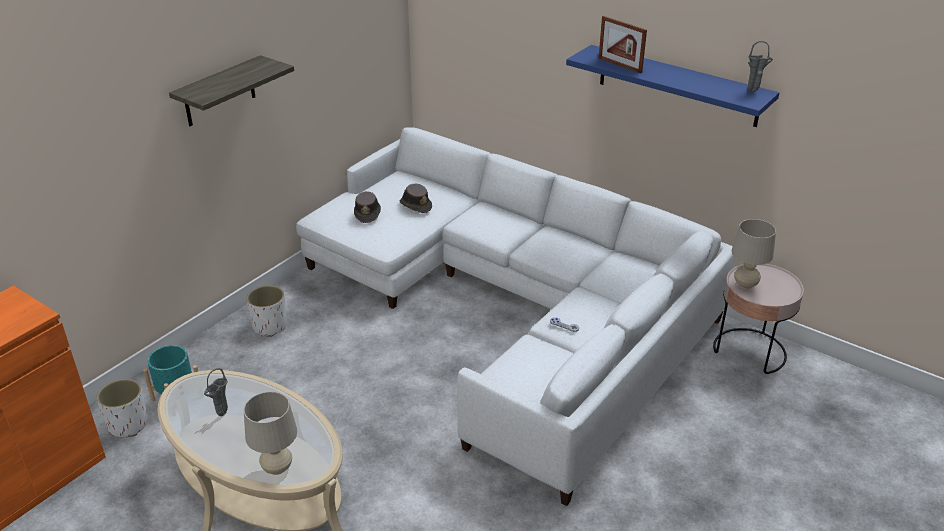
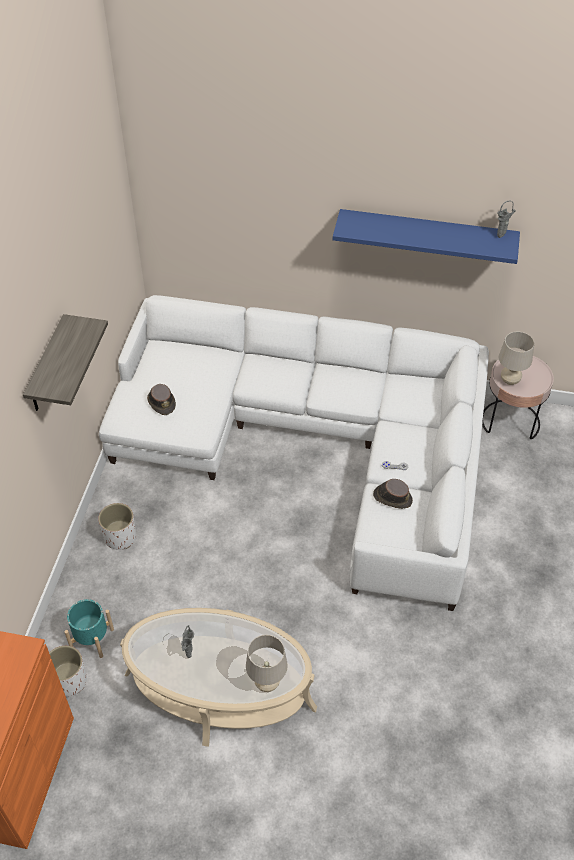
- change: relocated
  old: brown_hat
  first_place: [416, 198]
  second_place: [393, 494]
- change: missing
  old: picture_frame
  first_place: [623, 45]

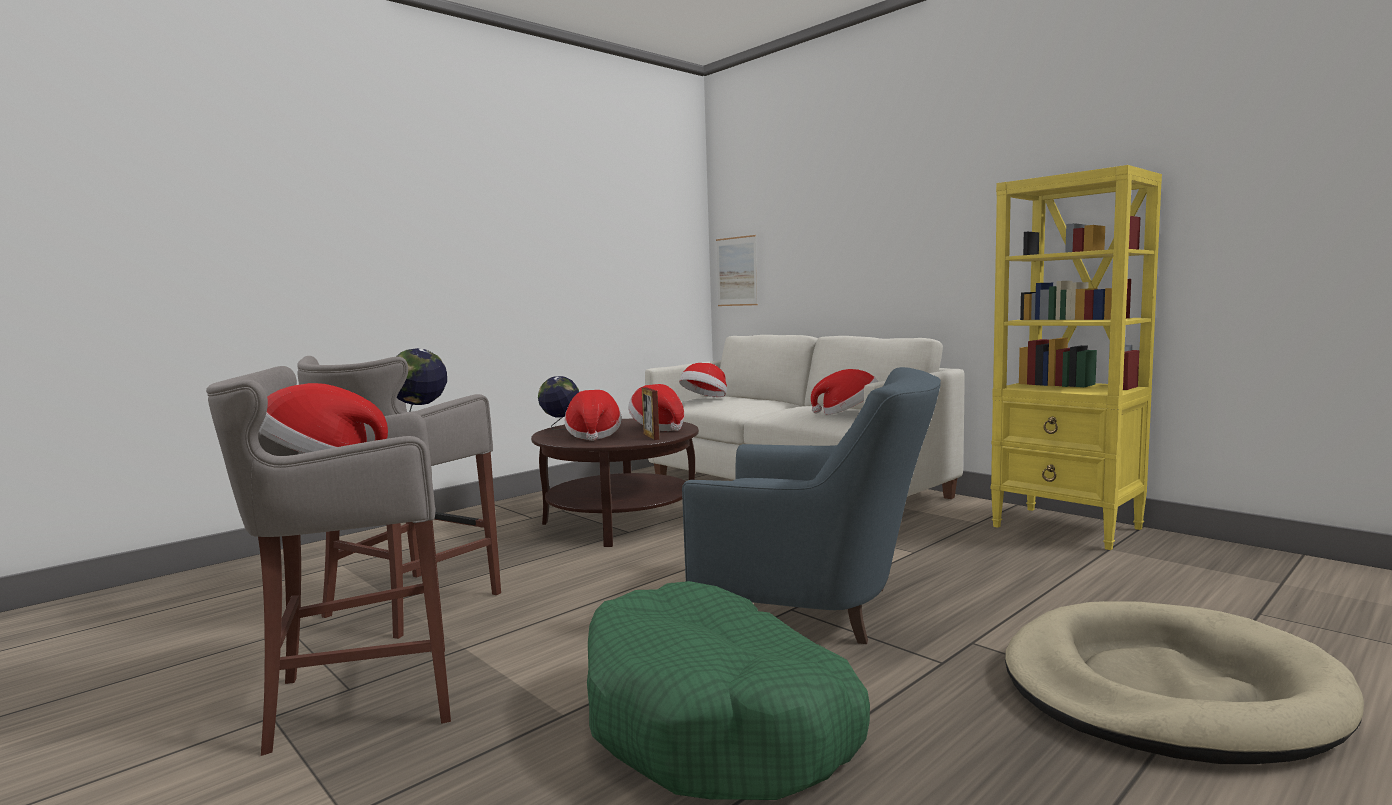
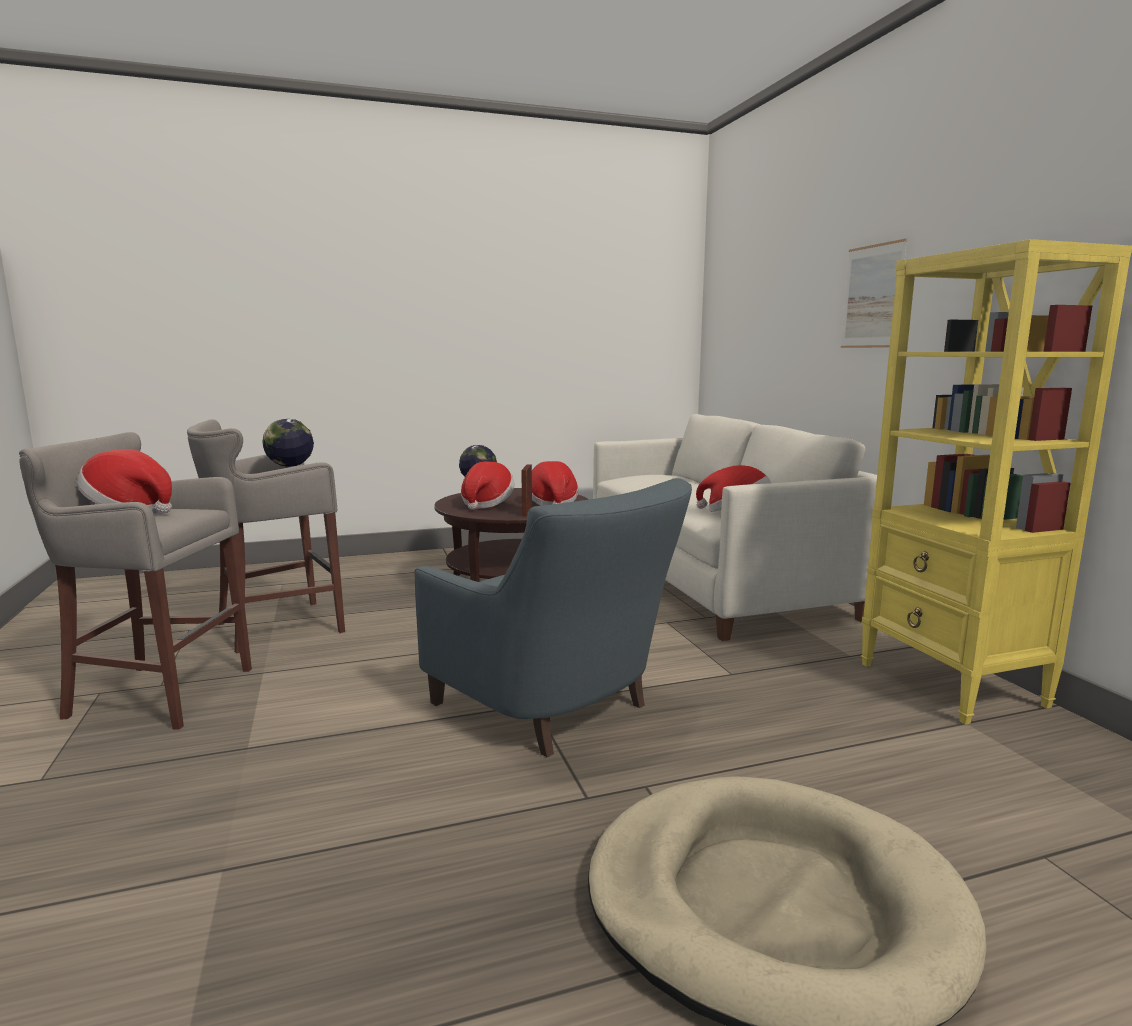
- change: relocated
  old: picture
  first_place: [737, 270]
  second_place: [874, 293]
- change: missing
  old: green_dog_bed
  first_place: [728, 690]
- change: missing
  old: hat
  first_place: [703, 380]

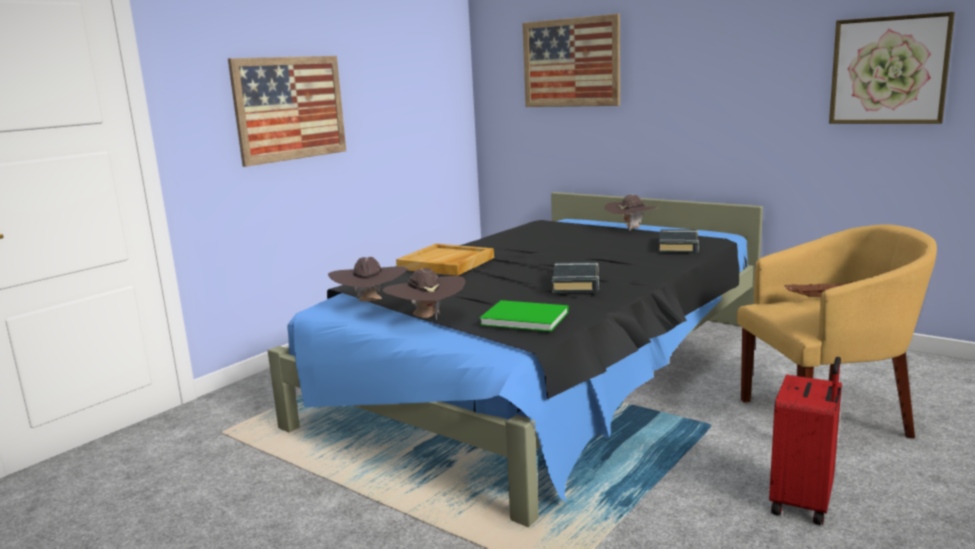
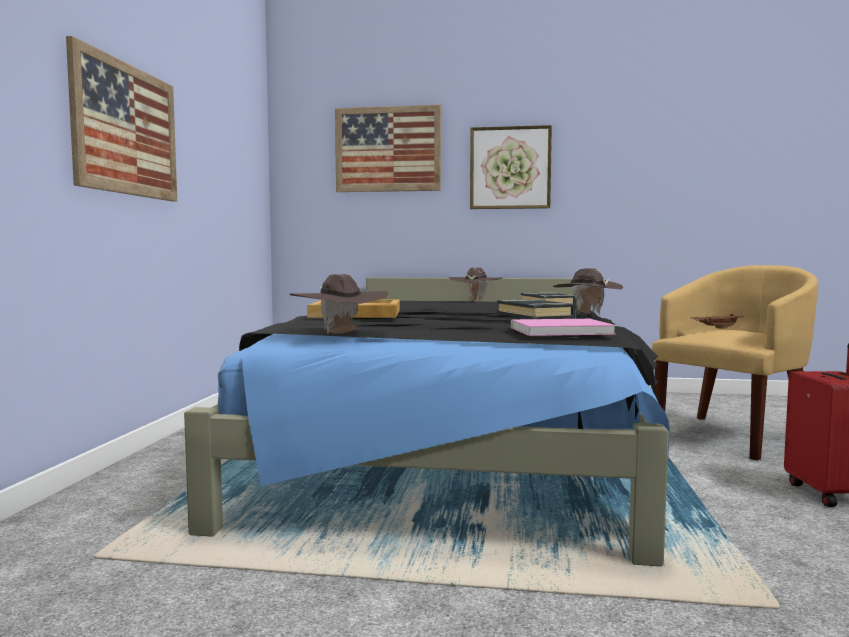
- change: relocated
  old: picture
  first_place: [892, 68]
  second_place: [511, 167]
- change: colour
  old: green_book
  new: pink_book
  first_place: [524, 315]
  second_place: [563, 327]
- change: relocated
  old: brown_hat
  first_place: [423, 294]
  second_place: [588, 291]

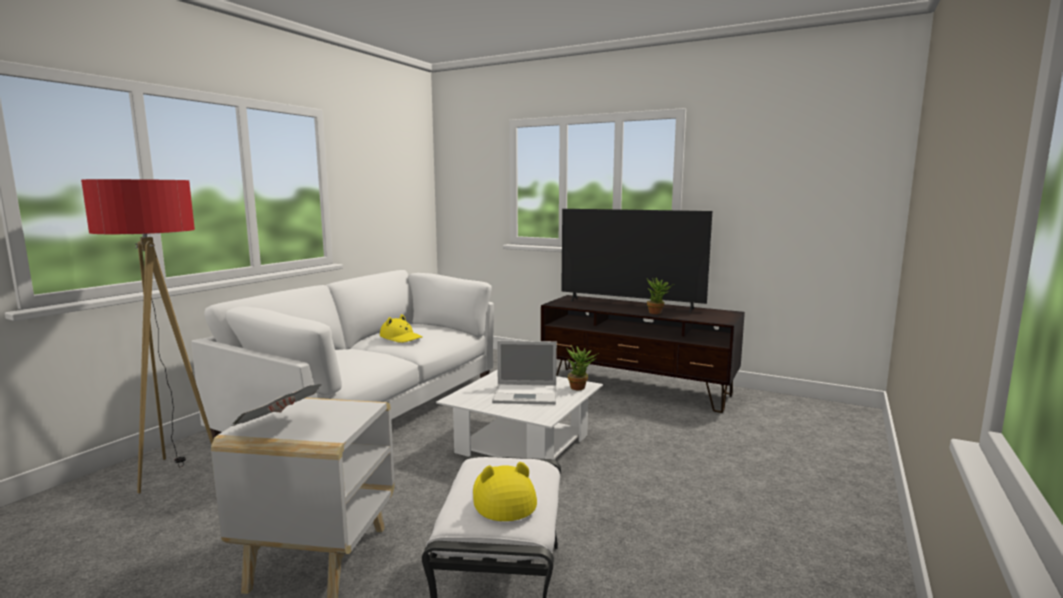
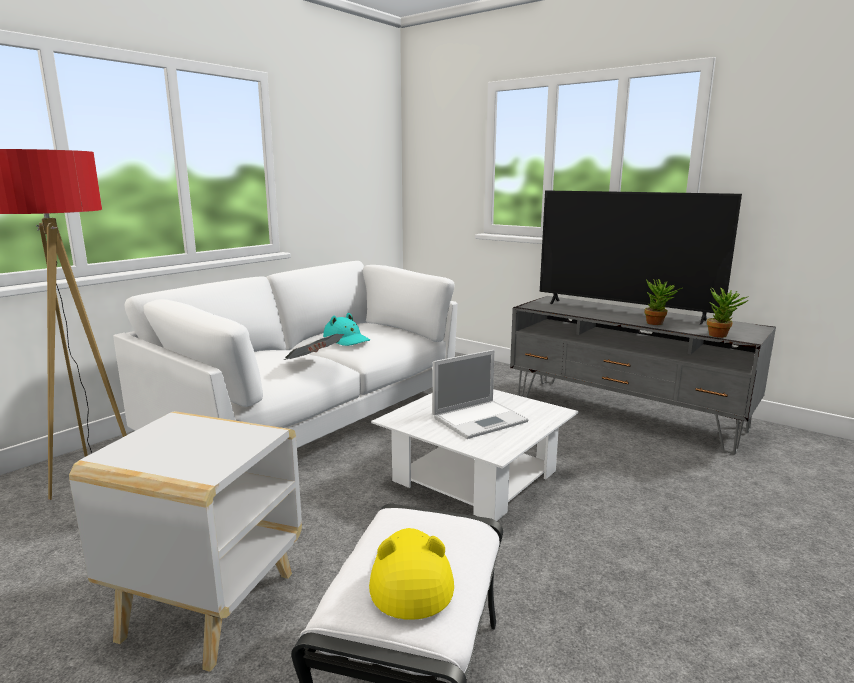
- change: relocated
  old: newspaper
  first_place: [277, 405]
  second_place: [313, 347]
- change: colour
  old: yellow_hat
  new: turquoise_hat
  first_place: [401, 328]
  second_place: [346, 329]
- change: spun
  old: laptop
  first_place: [524, 372]
  second_place: [481, 394]
  degrees: -45
- change: colour
  old: brown_tv_stand
  new: grey_tv_stand
  first_place: [643, 354]
  second_place: [643, 375]
- change: relocated
  old: potted_plant
  first_place: [583, 368]
  second_place: [728, 313]

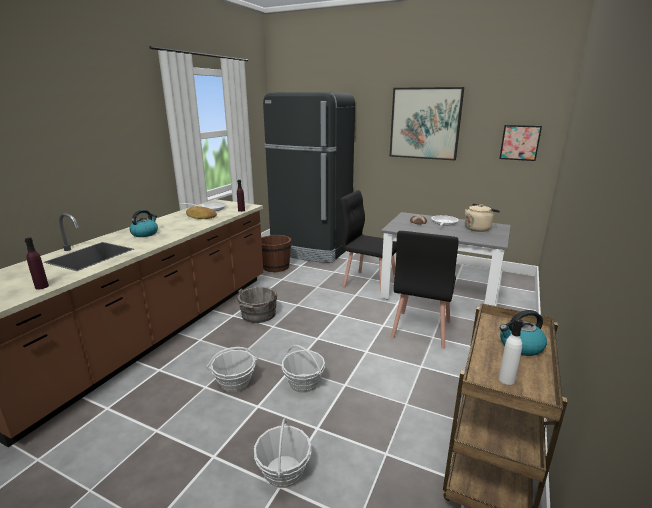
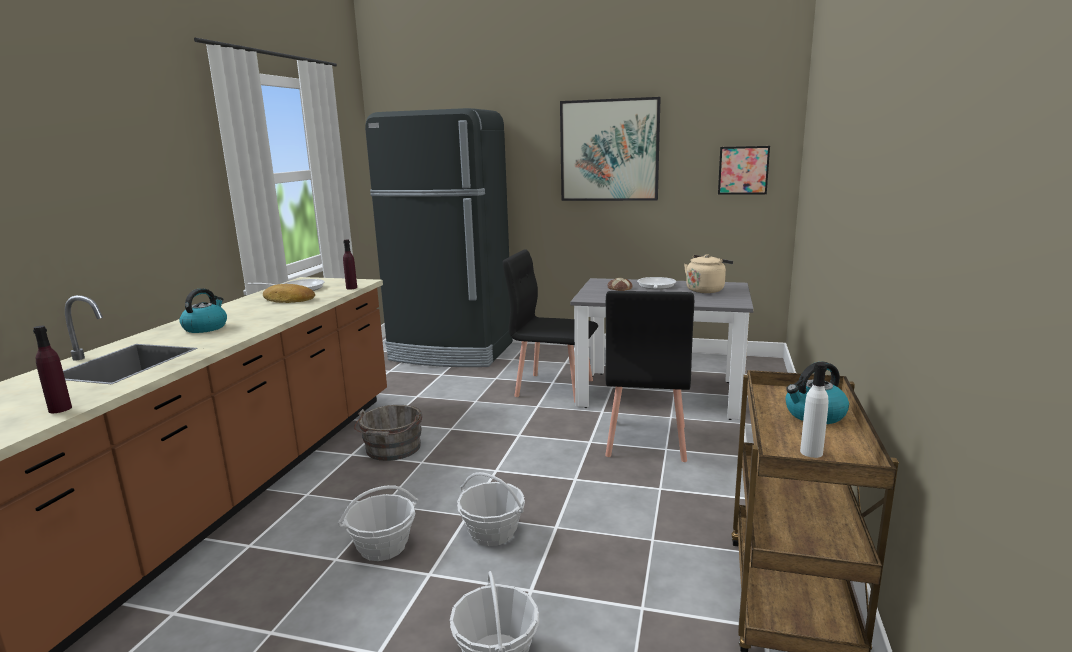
- change: missing
  old: brown_bucket
  first_place: [276, 253]

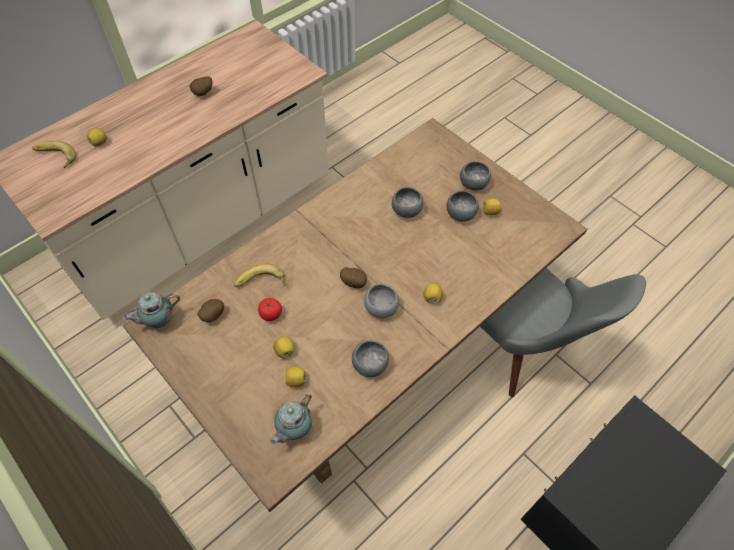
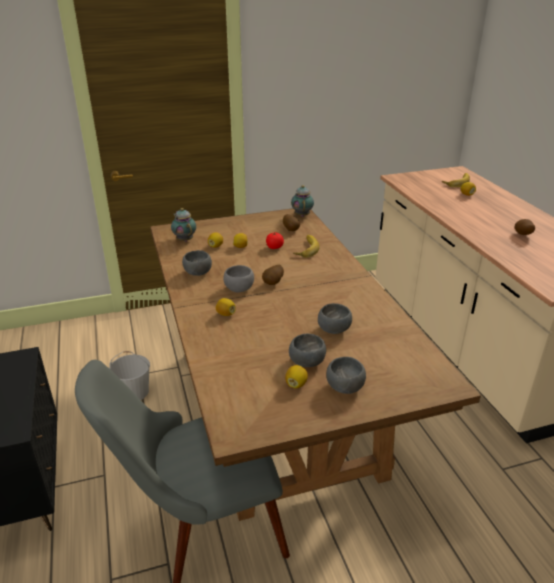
- change: appeared
  new: white_bucket
  second_place: [129, 375]

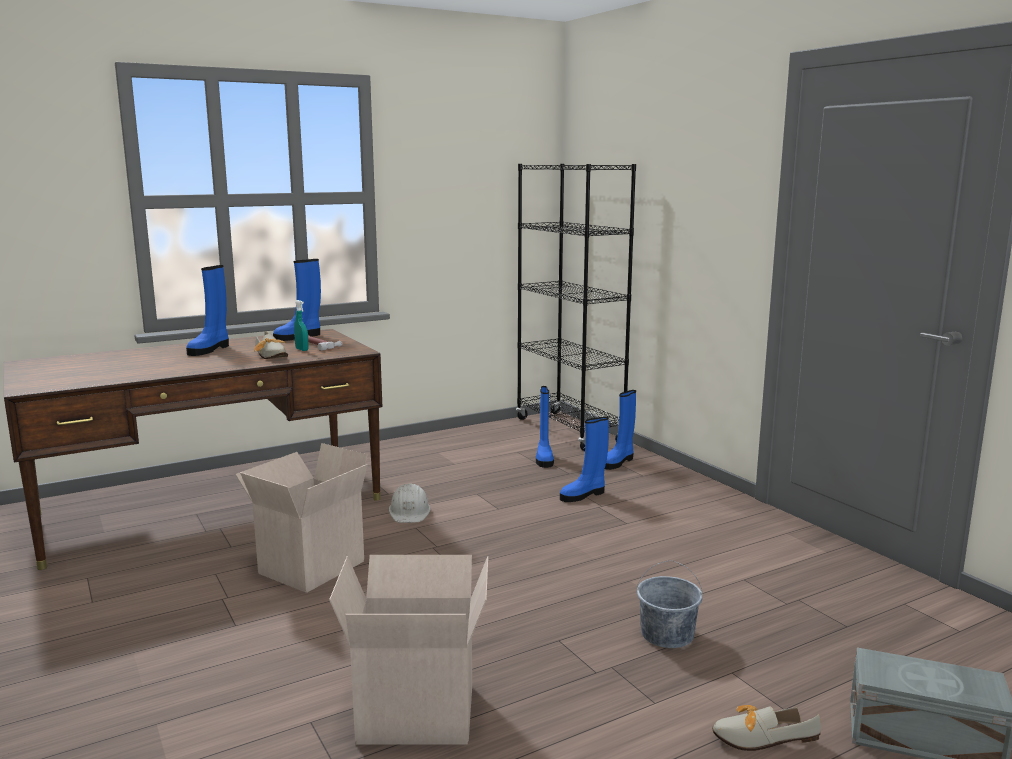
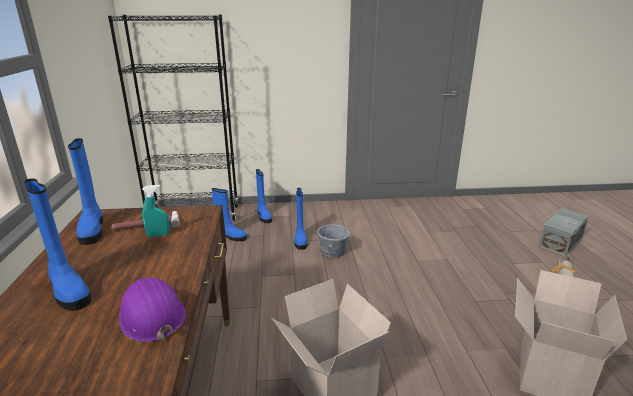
- change: appeared
  new: purple_hard_hat
  second_place: [152, 310]
- change: relocated
  old: grey_bucket
  first_place: [670, 604]
  second_place: [333, 237]
- change: missing
  old: shoe
  first_place: [271, 345]
- change: missing
  old: white_hard_hat
  first_place: [410, 503]

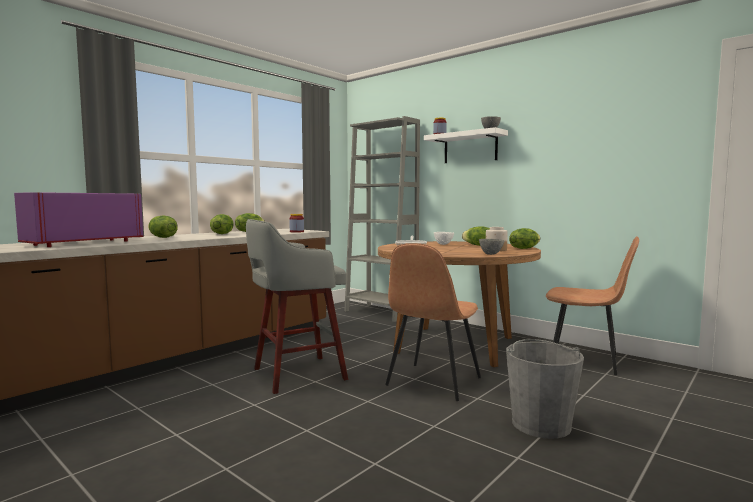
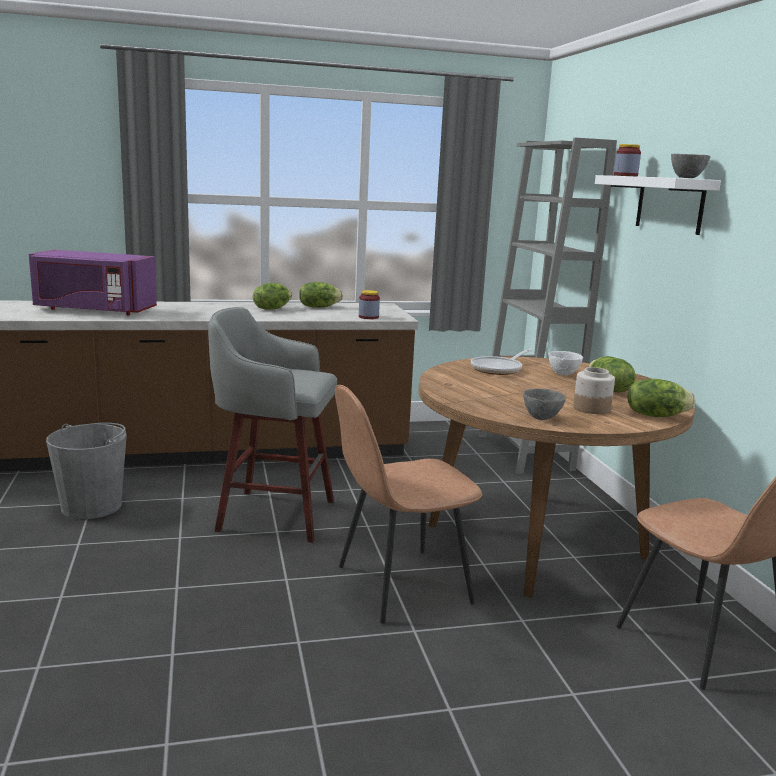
- change: spun
  old: purple_microwave
  first_place: [78, 219]
  second_place: [93, 283]
  degrees: -150
- change: relocated
  old: grey_bucket
  first_place: [545, 389]
  second_place: [86, 471]
- change: missing
  old: lettuce
  first_place: [163, 226]

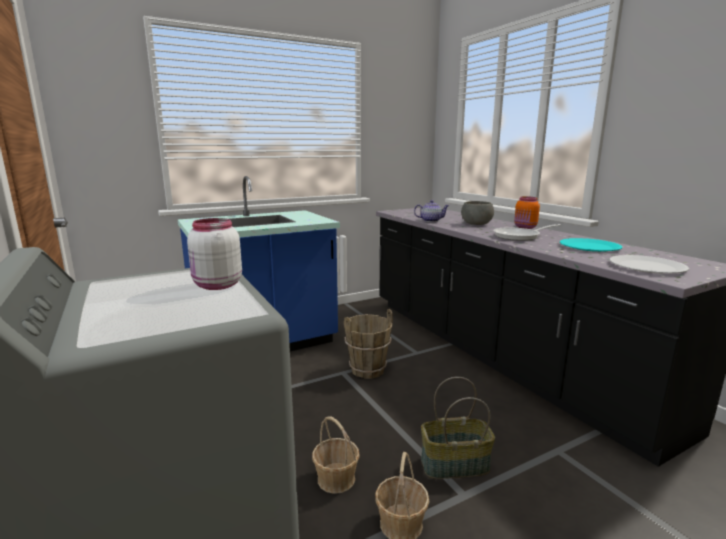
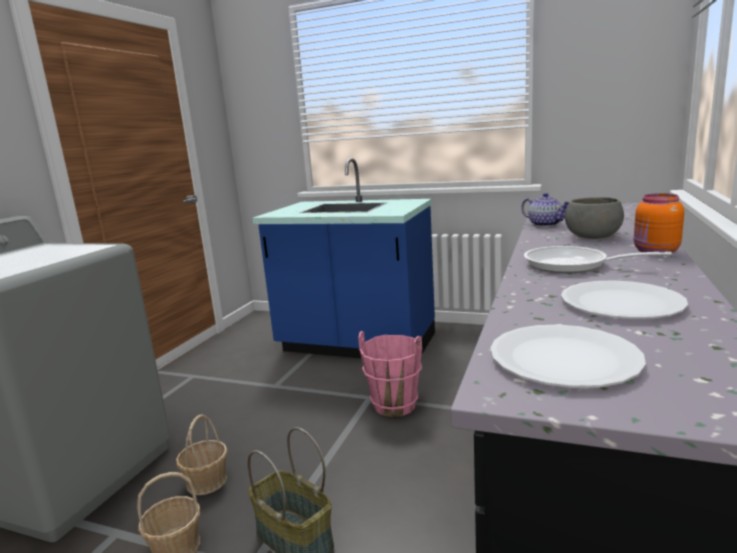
- change: colour
  old: brown_bucket
  new: pink_bucket
  first_place: [368, 344]
  second_place: [390, 374]
- change: colour
  old: turquoise_plate
  new: white_plate
  first_place: [591, 245]
  second_place: [624, 299]
- change: missing
  old: white_jar
  first_place: [214, 254]

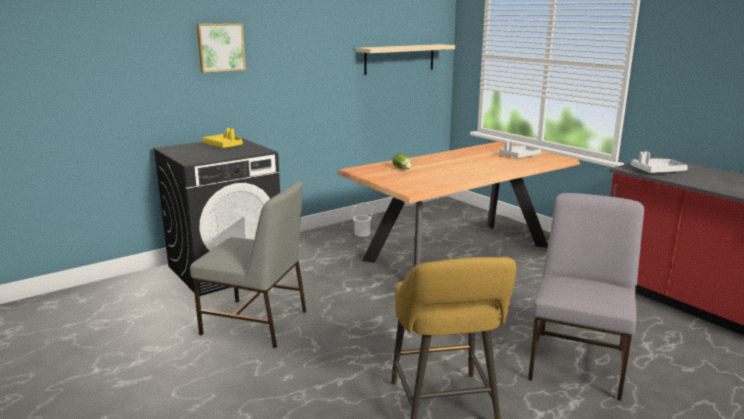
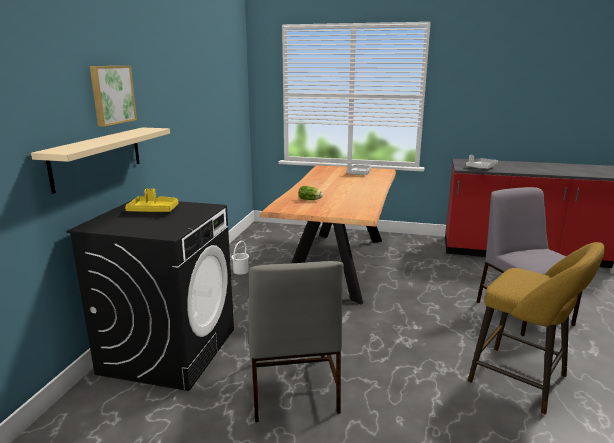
- change: relocated
  old: beige_shelf
  first_place: [405, 59]
  second_place: [100, 160]
- change: spun
  old: grey_chair
  first_place: [248, 264]
  second_place: [295, 341]
  degrees: 105

